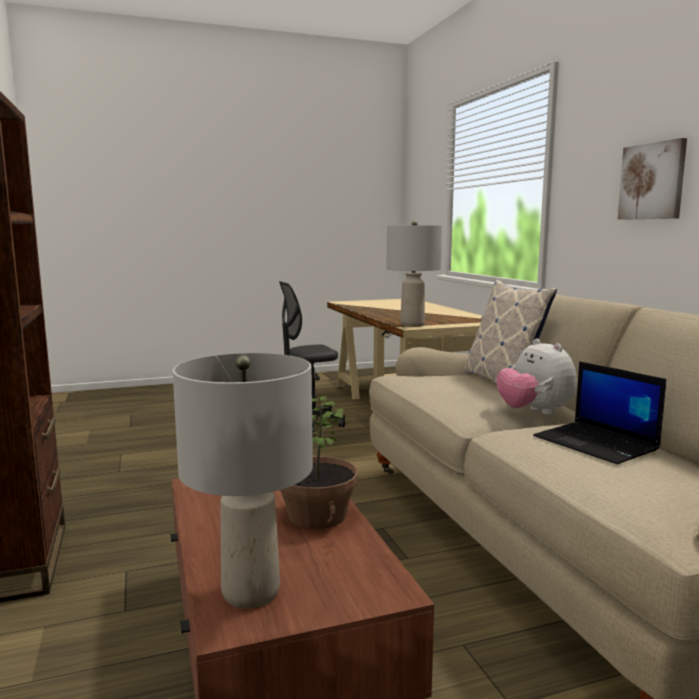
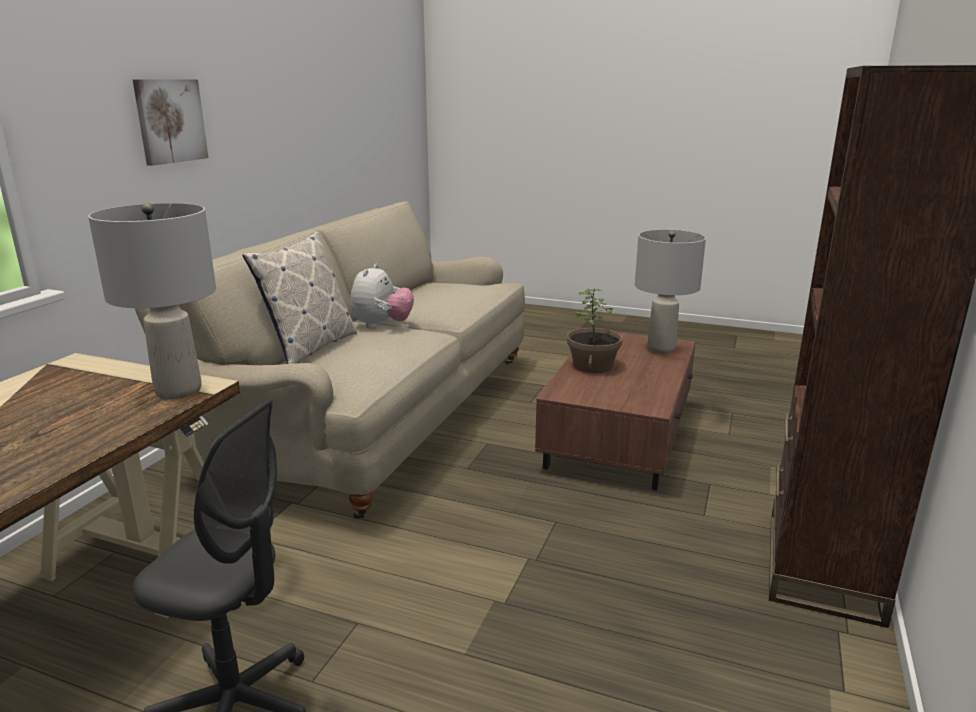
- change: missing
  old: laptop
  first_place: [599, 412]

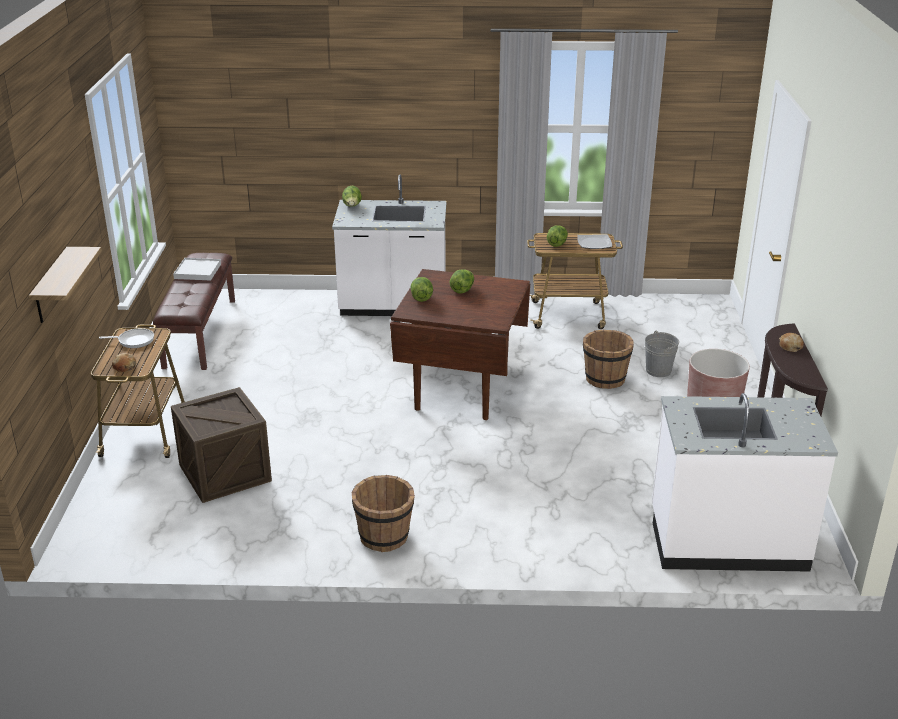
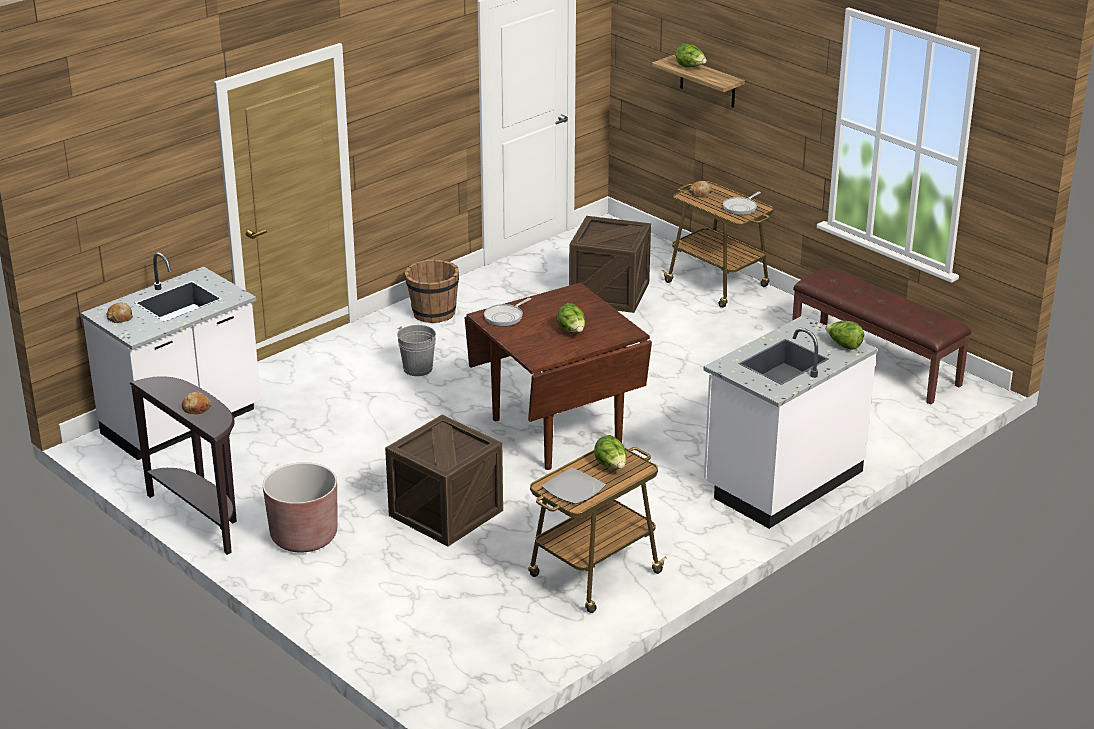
- change: appeared
  new: bread
  second_place: [120, 312]
- change: exchanged
  old: brown_bucket
  new: crate
  first_place: [608, 359]
  second_place: [444, 481]
- change: relocated
  old: grey_bucket
  first_place: [662, 353]
  second_place: [416, 350]
- change: appeared
  new: frying_pan
  second_place: [507, 312]
- change: relocated
  old: lettuce
  first_place: [421, 289]
  second_place: [691, 55]
- change: missing
  old: white_tray
  first_place: [197, 269]

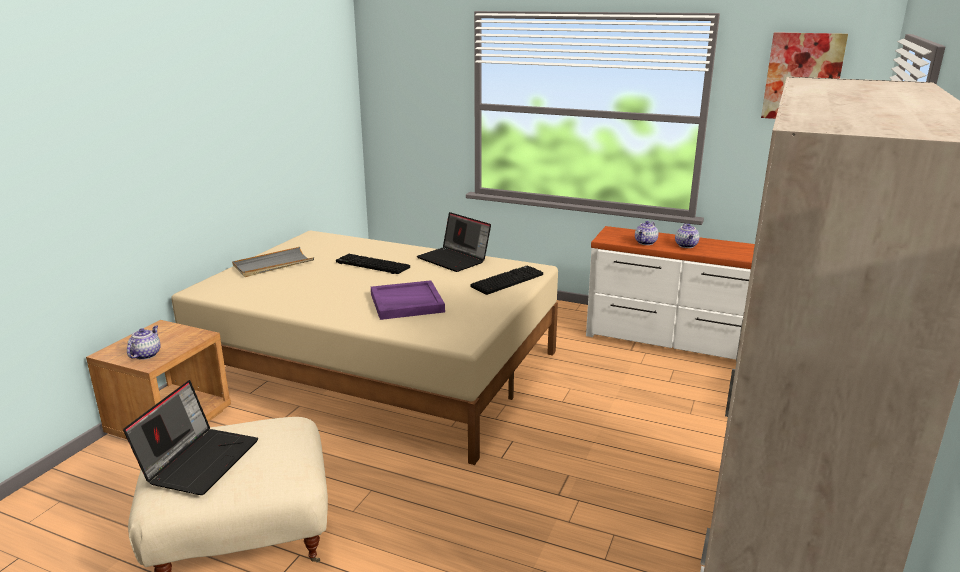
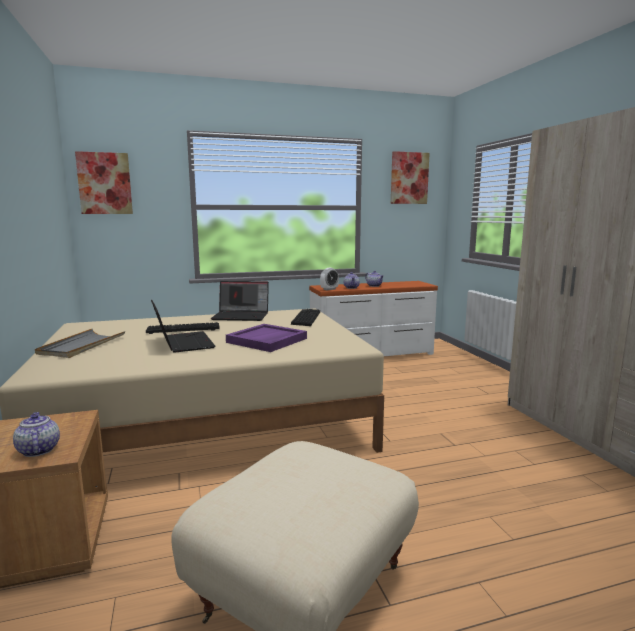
- change: appeared
  new: picture
  second_place: [104, 182]
- change: relocated
  old: laptop
  first_place: [190, 437]
  second_place: [183, 326]
- change: appeared
  new: alarm_clock
  second_place: [329, 279]

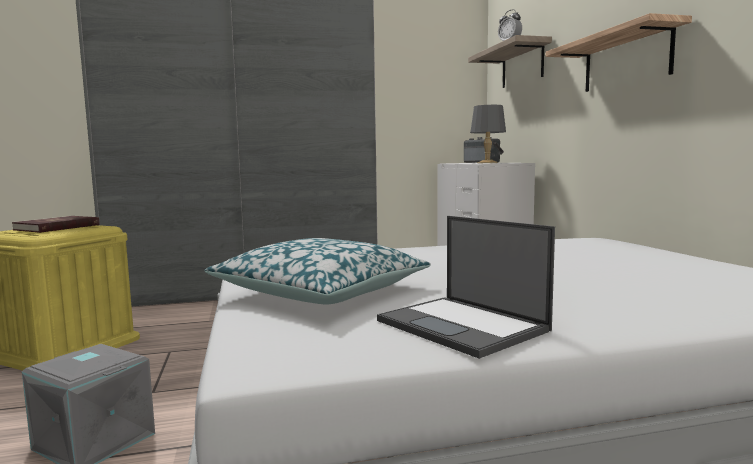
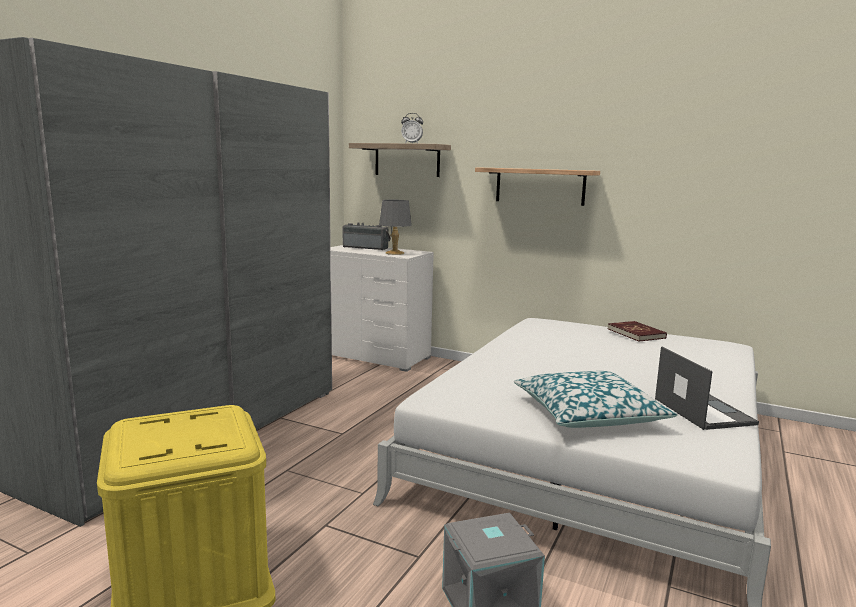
- change: relocated
  old: red_book
  first_place: [56, 224]
  second_place: [637, 331]
- change: spun
  old: laptop
  first_place: [466, 287]
  second_place: [707, 388]
  degrees: -105

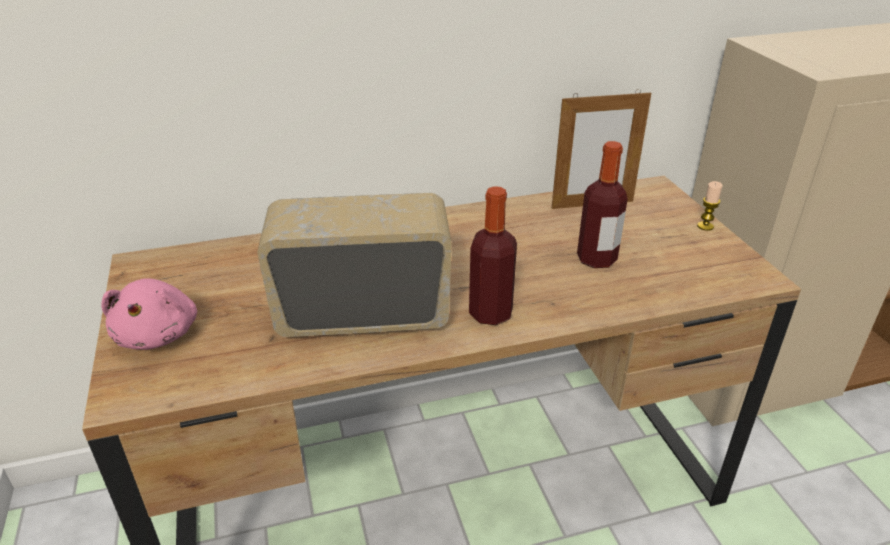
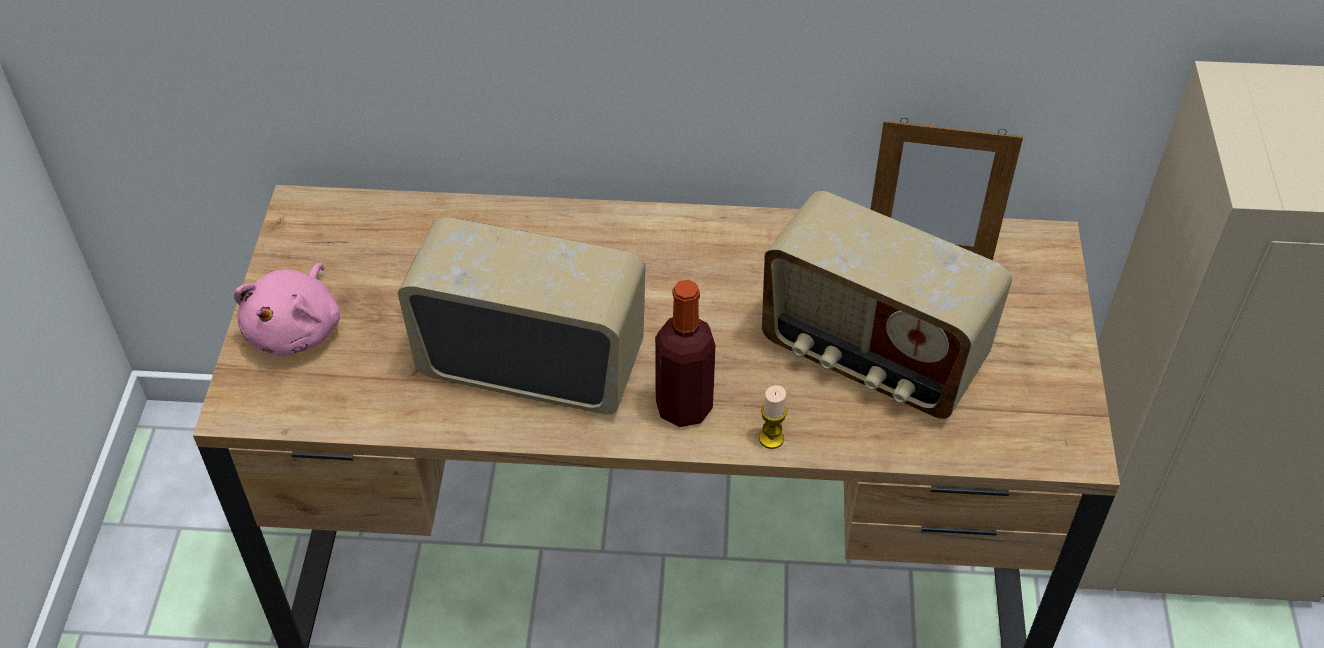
- change: relocated
  old: candle
  first_place: [710, 206]
  second_place: [773, 417]
- change: exchanged
  old: bottle
  new: radio
  first_place: [602, 204]
  second_place: [887, 305]

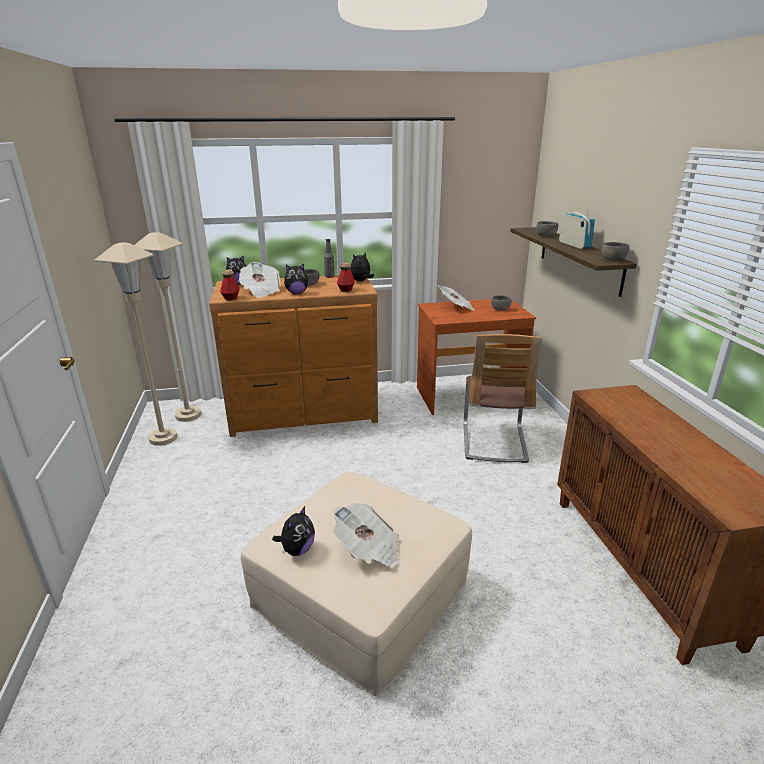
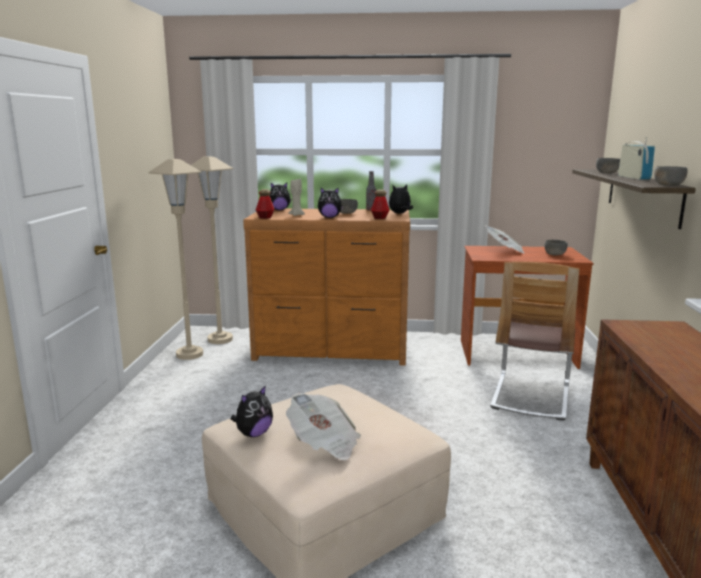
- change: exchanged
  old: newspaper
  new: beige_candle
  first_place: [259, 280]
  second_place: [297, 197]

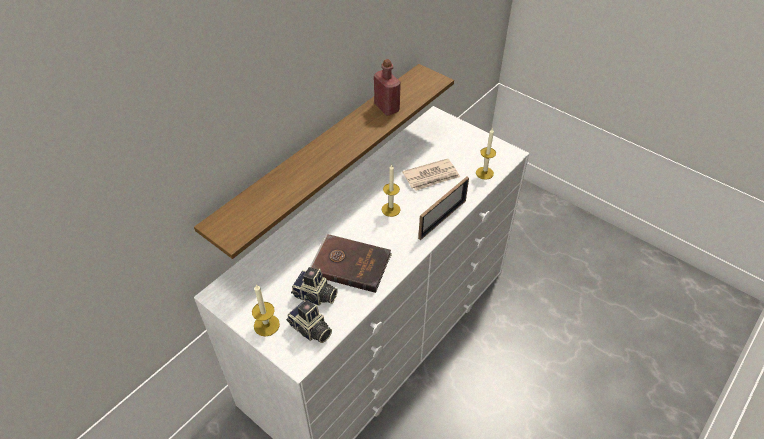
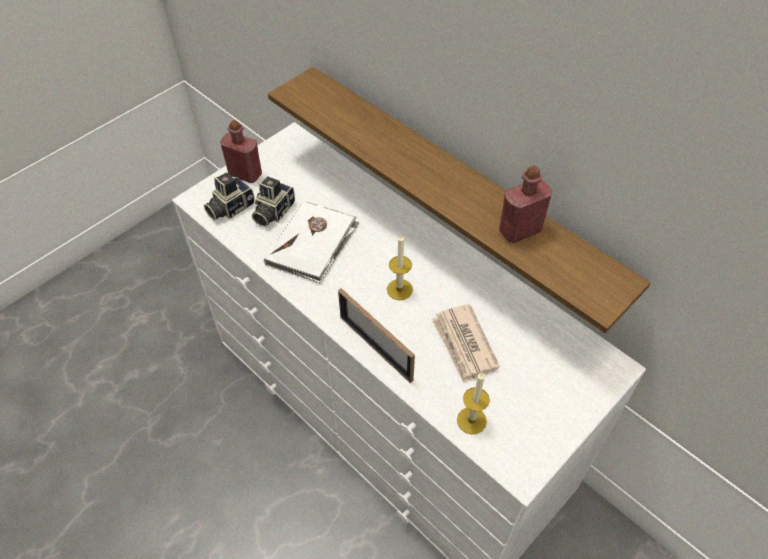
- change: exchanged
  old: candle
  new: red_bottle
  first_place: [266, 310]
  second_place: [241, 151]
- change: colour
  old: brown_book
  new: white_book
  first_place: [351, 263]
  second_place: [312, 242]

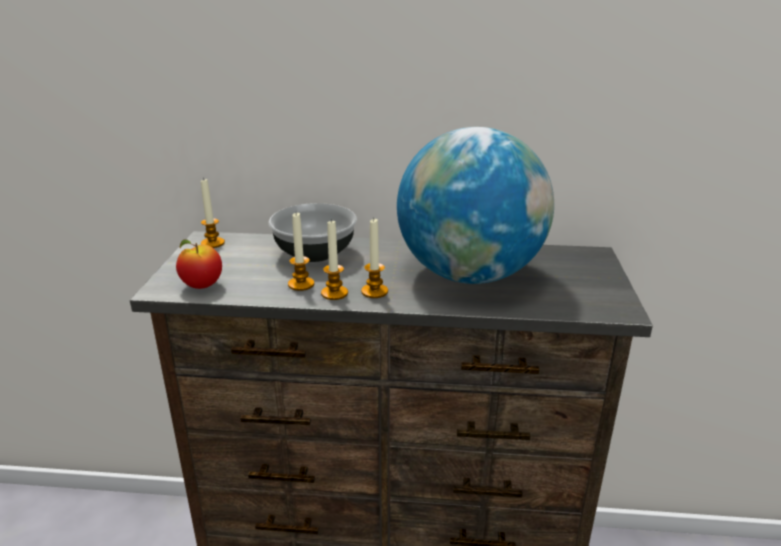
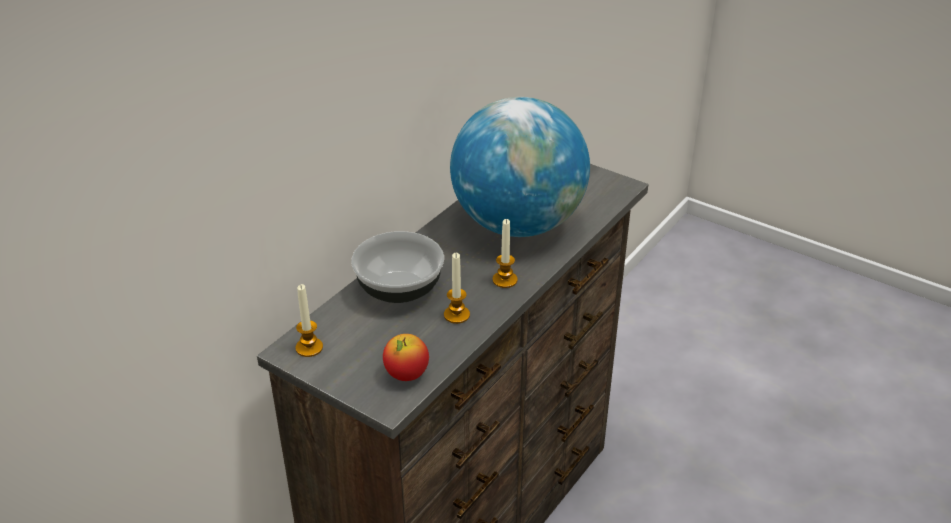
- change: missing
  old: candle
  first_place: [334, 259]

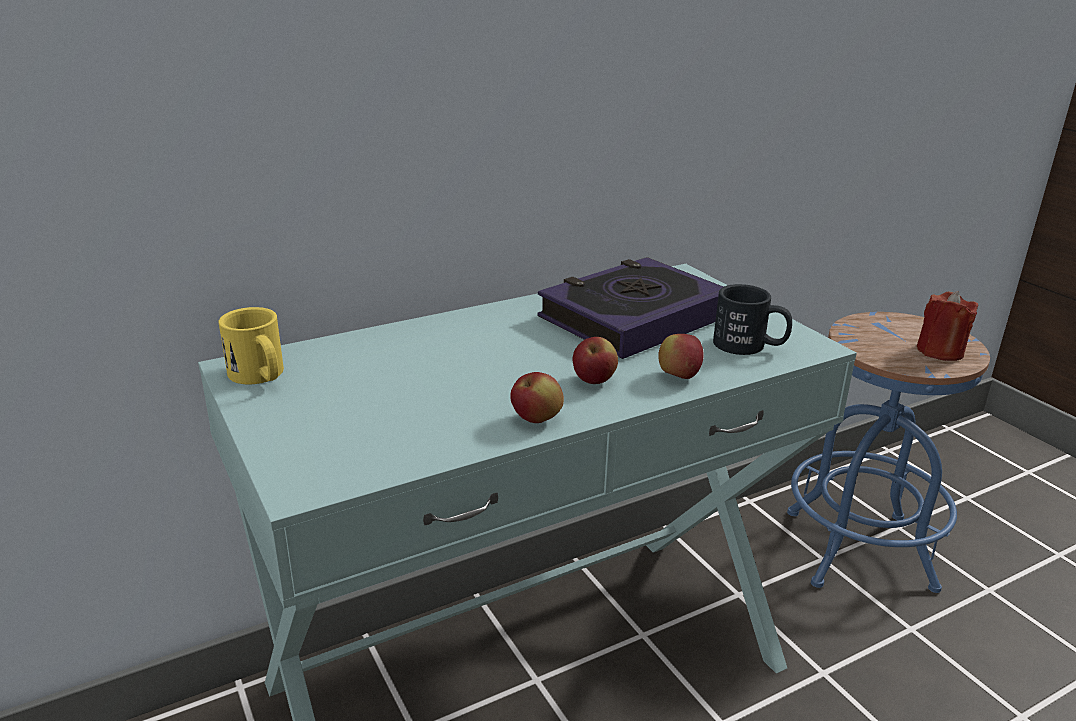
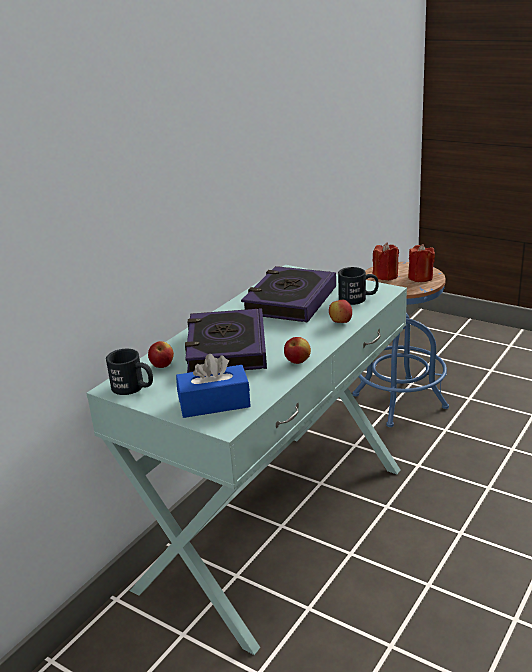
- change: colour
  old: yellow_mug
  new: black_mug
  first_place: [251, 345]
  second_place: [129, 372]
- change: relocated
  old: apple
  first_place: [595, 360]
  second_place: [161, 354]
- change: appeared
  new: blue_tissue_box
  second_place: [213, 386]
- change: appeared
  new: book
  second_place: [226, 340]
- change: appeared
  new: red_candle
  second_place: [386, 261]

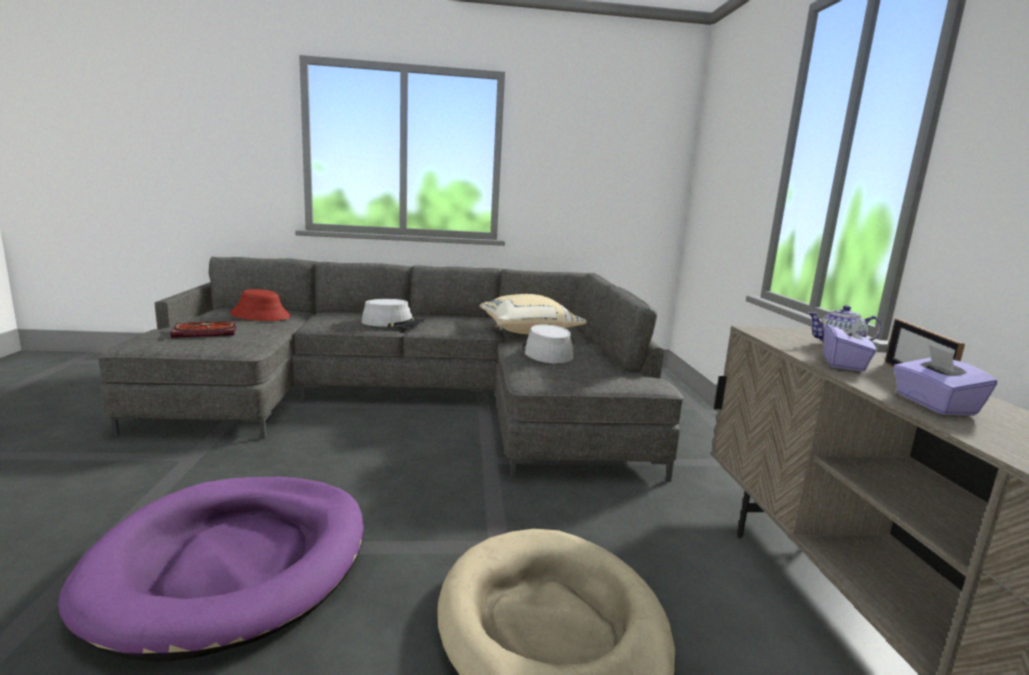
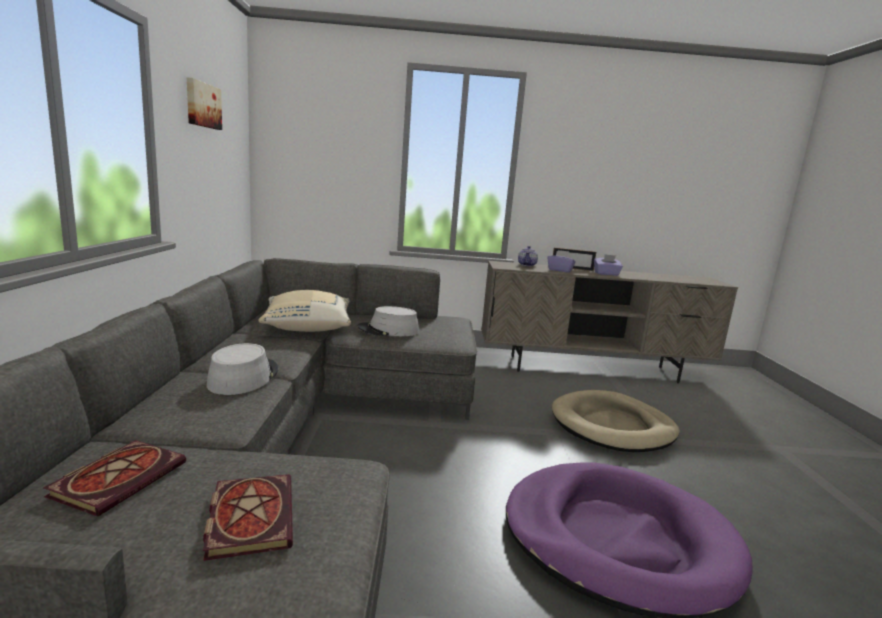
- change: exchanged
  old: red_hat
  new: book
  first_place: [260, 305]
  second_place: [114, 478]
- change: appeared
  new: picture
  second_place: [204, 103]

